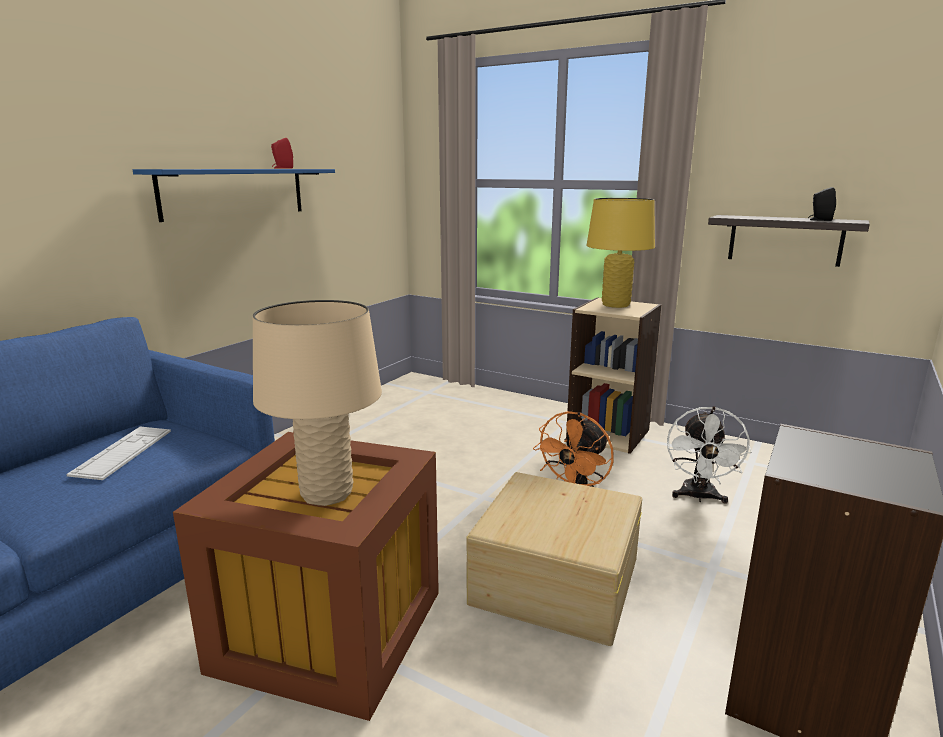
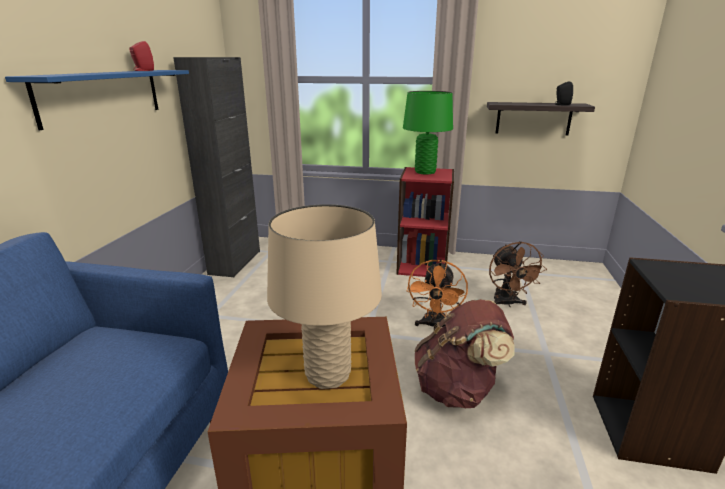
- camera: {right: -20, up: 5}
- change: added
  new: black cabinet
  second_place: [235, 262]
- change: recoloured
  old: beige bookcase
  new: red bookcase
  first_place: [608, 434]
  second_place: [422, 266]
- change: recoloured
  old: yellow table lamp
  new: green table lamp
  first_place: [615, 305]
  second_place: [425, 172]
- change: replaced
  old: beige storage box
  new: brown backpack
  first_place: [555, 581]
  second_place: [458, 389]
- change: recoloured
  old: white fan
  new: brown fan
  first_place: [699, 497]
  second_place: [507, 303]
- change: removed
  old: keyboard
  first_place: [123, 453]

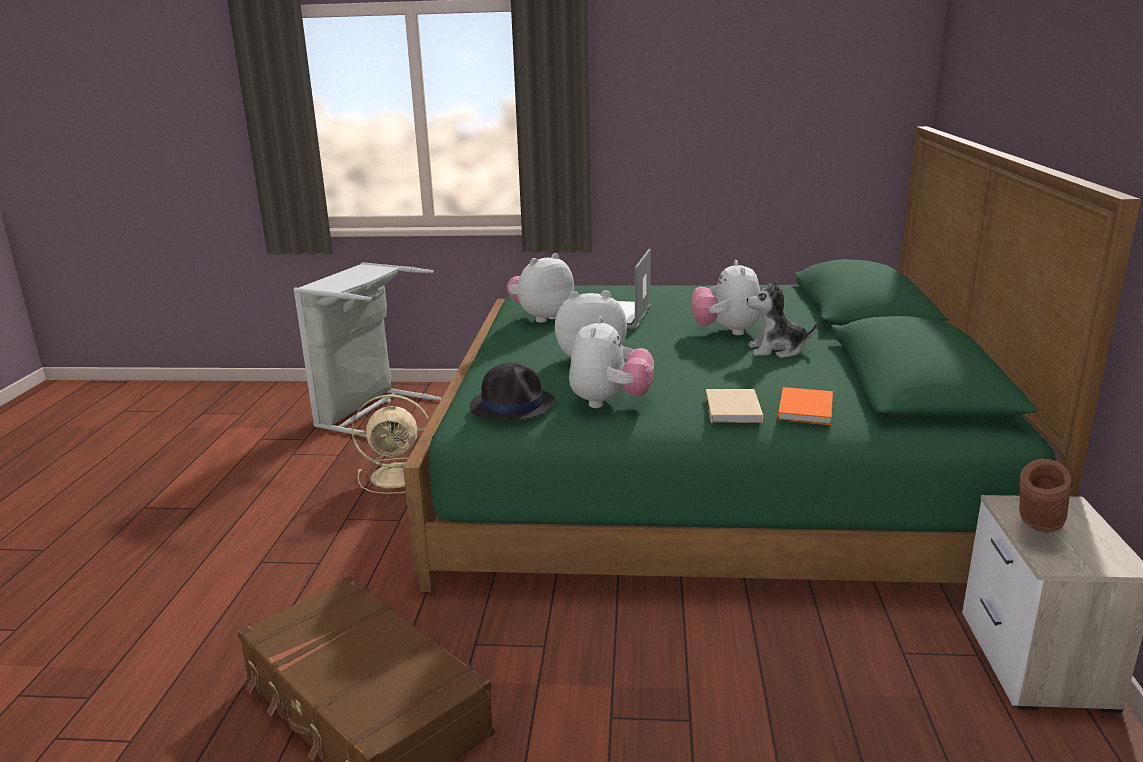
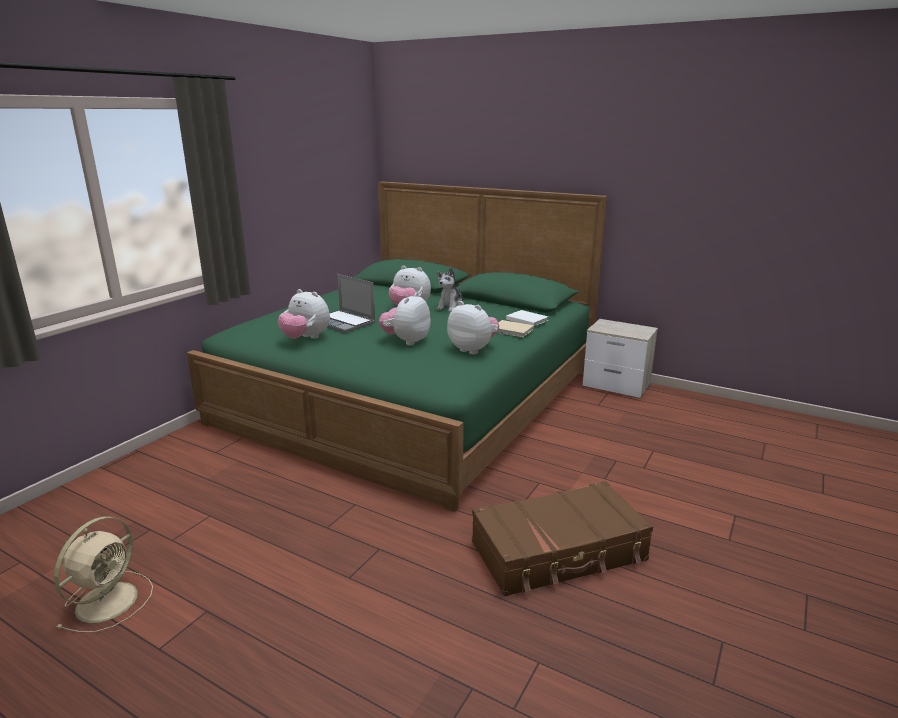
- camera: {right: -65, up: 0}
- change: moved
  old: beige fan
  first_place: [399, 476]
  second_place: [109, 600]
- change: turned
  old: plush toy
  first_place: [541, 317]
  second_place: [306, 338]
  degrees: -45
- change: recoloured
  old: orange book
  new: white book
  first_place: [806, 408]
  second_place: [526, 319]
- change: removed
  old: grey laundry basket
  first_place: [370, 412]
- change: removed
  old: black hat
  first_place: [513, 405]
- change: removed
  old: brown vase
  first_place: [1036, 533]

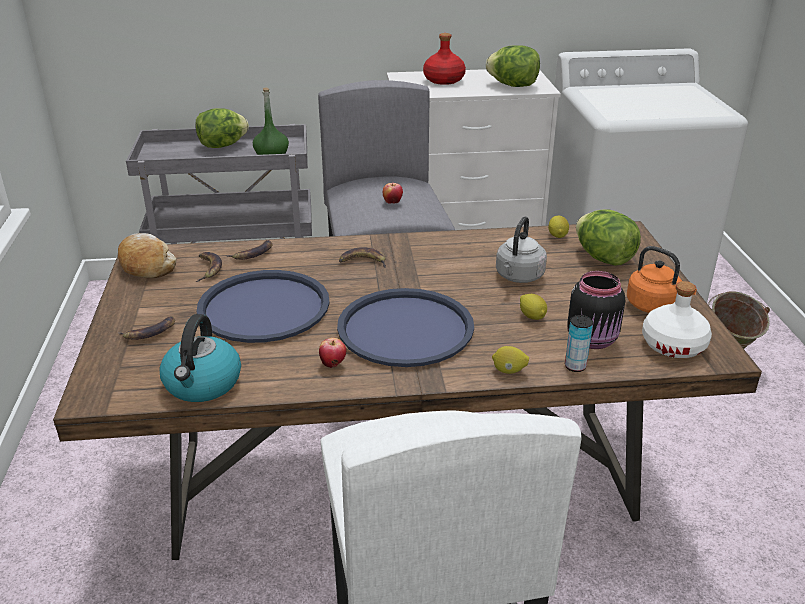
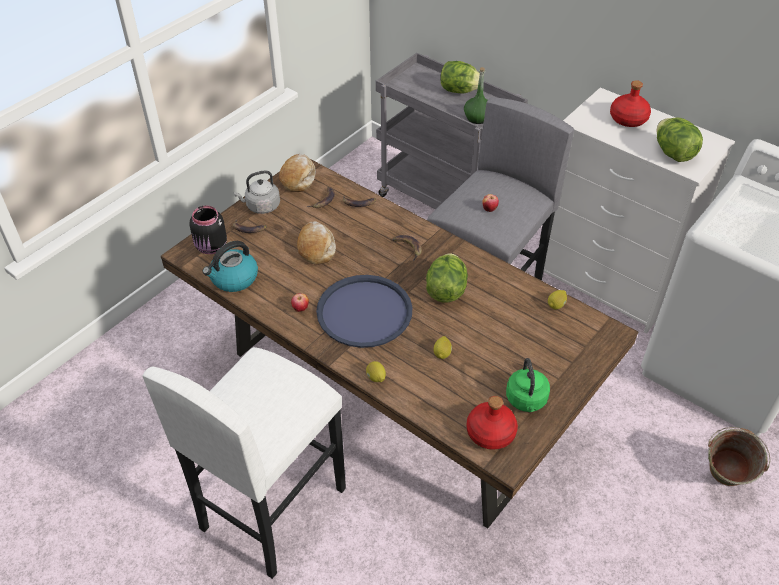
- camera: {right: 45, up: 15}
- change: moved
  old: black jar
  first_place: [593, 340]
  second_place: [211, 247]
- change: moved
  old: grey kettle
  first_place: [518, 277]
  second_place: [261, 206]
- change: replaced
  old: blue tray
  new: bread
  first_place: [264, 307]
  second_place: [316, 248]
- change: moved
  old: lettuce
  first_place: [603, 258]
  second_place: [446, 290]
- change: recoloured
  old: white bottle
  new: red bottle
  first_place: [673, 345]
  second_place: [491, 432]
- change: recoloured
  old: orange kettle
  new: green kettle
  first_place: [655, 306]
  second_place: [526, 401]
- change: removed
  old: can
  first_place: [575, 366]

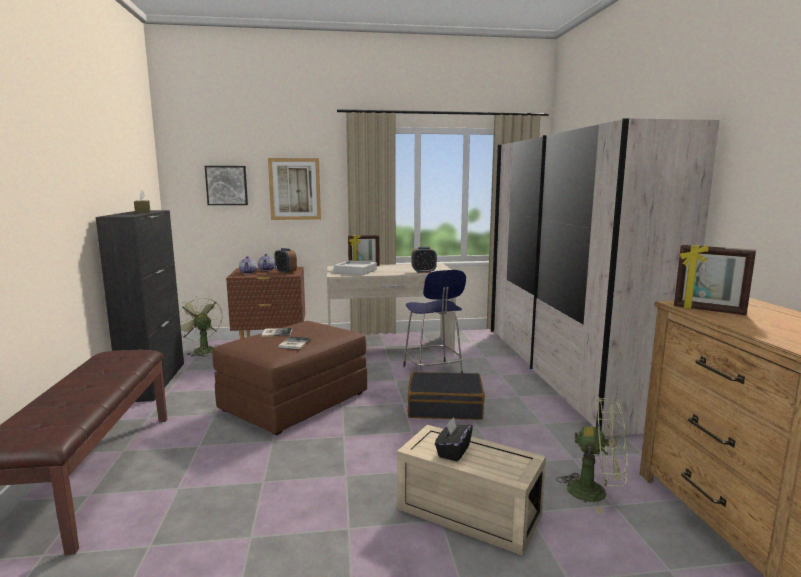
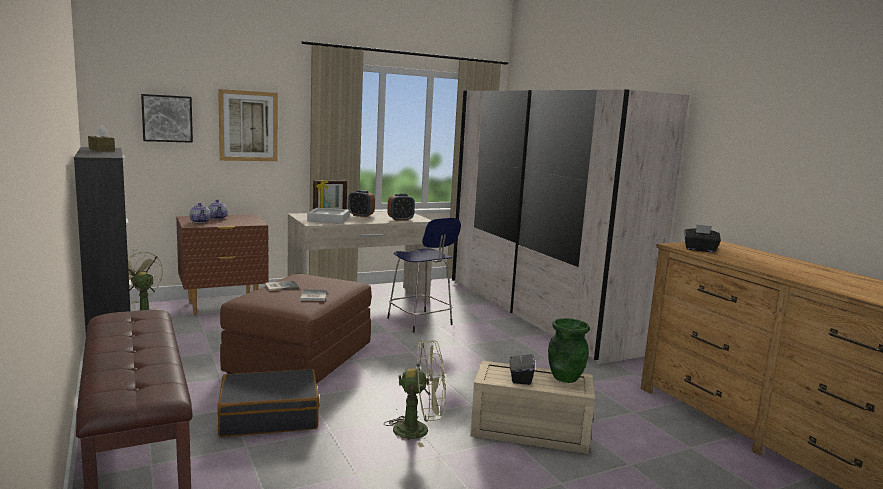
- camera: {right: -20, up: 0}
- change: moved
  old: black suitcase
  first_place: [445, 407]
  second_place: [269, 416]
- change: moved
  old: alarm clock
  first_place: [286, 272]
  second_place: [361, 215]
- change: moved
  old: green fan
  first_place: [596, 492]
  second_place: [419, 430]
- change: added
  new: green vase
  second_place: [565, 377]
- change: replaced
  old: picture frame
  new: black tissue box
  first_place: [709, 310]
  second_place: [700, 250]

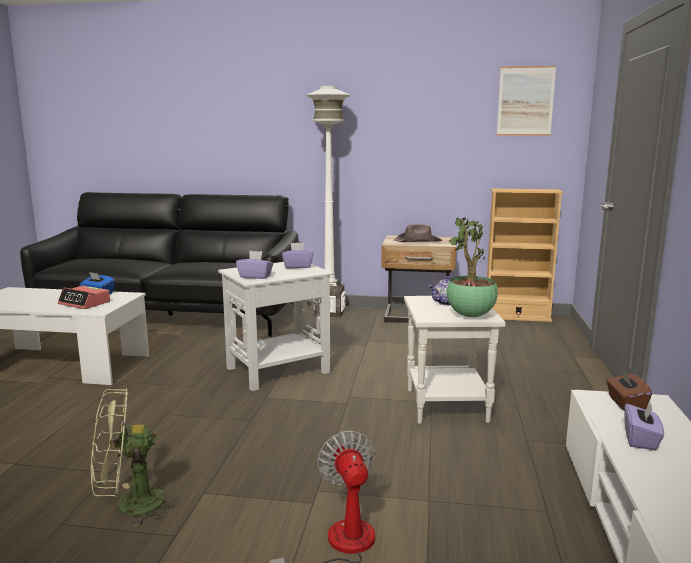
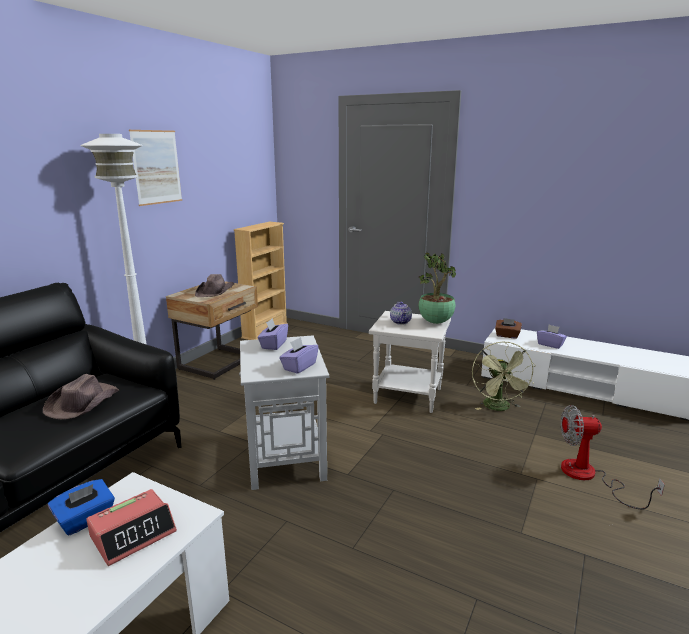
- camera: {right: -70, up: 5}
- change: added
  new: brown hat
  second_place: [82, 403]
- change: moved
  old: picture
  first_place: [525, 101]
  second_place: [156, 167]
- change: moved
  old: green fan
  first_place: [130, 506]
  second_place: [499, 408]

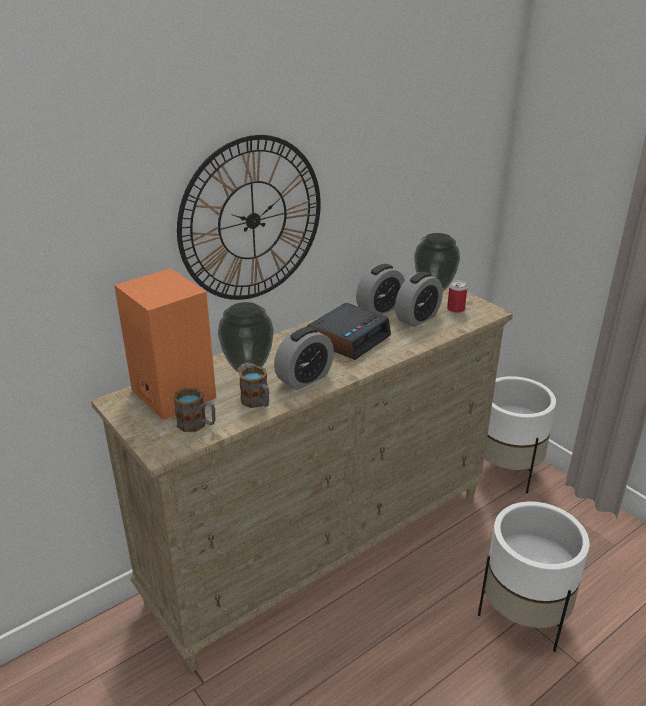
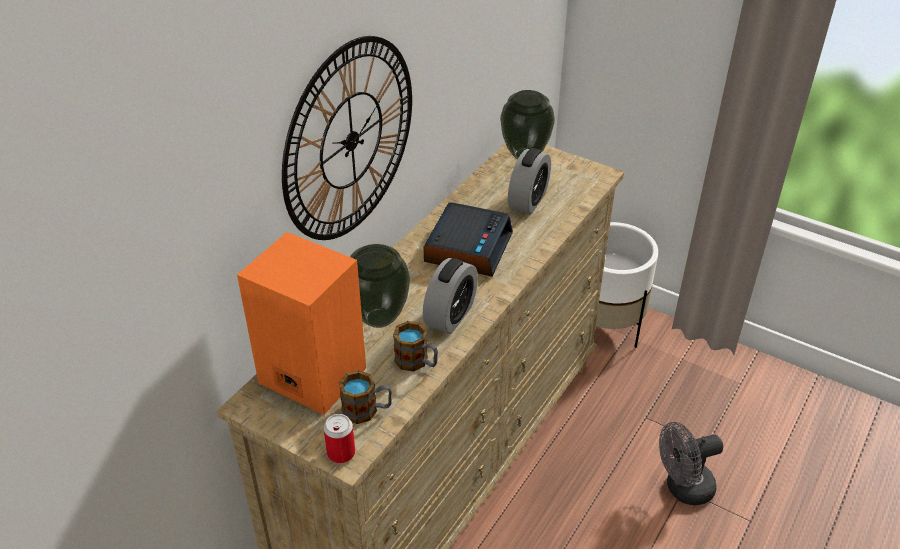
- camera: {right: -20, up: 10}
- change: moved
  old: can
  first_place: [455, 309]
  second_place: [341, 453]
- change: replaced
  old: white planter
  new: grey fan
  first_place: [523, 616]
  second_place: [683, 489]
- change: removed
  old: alarm clock
  first_place: [380, 309]

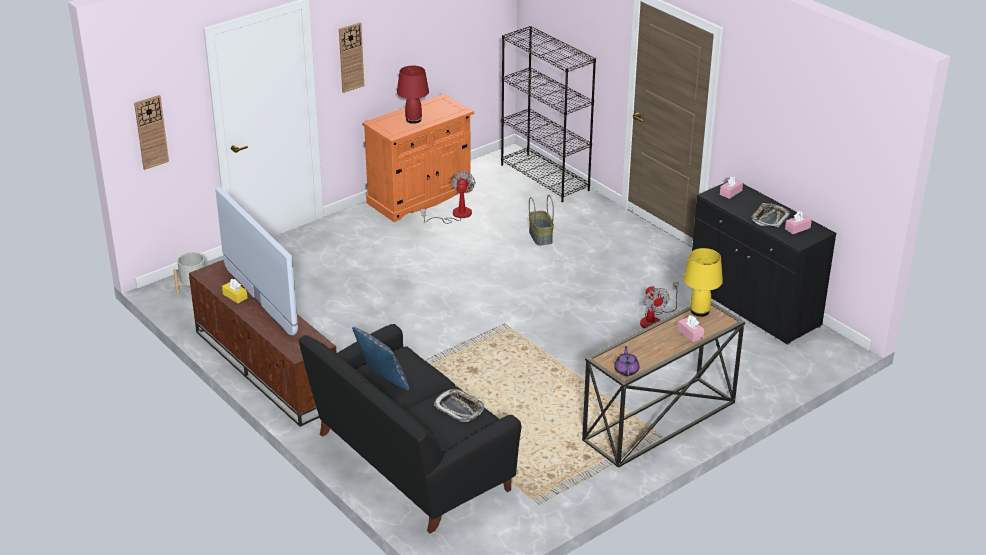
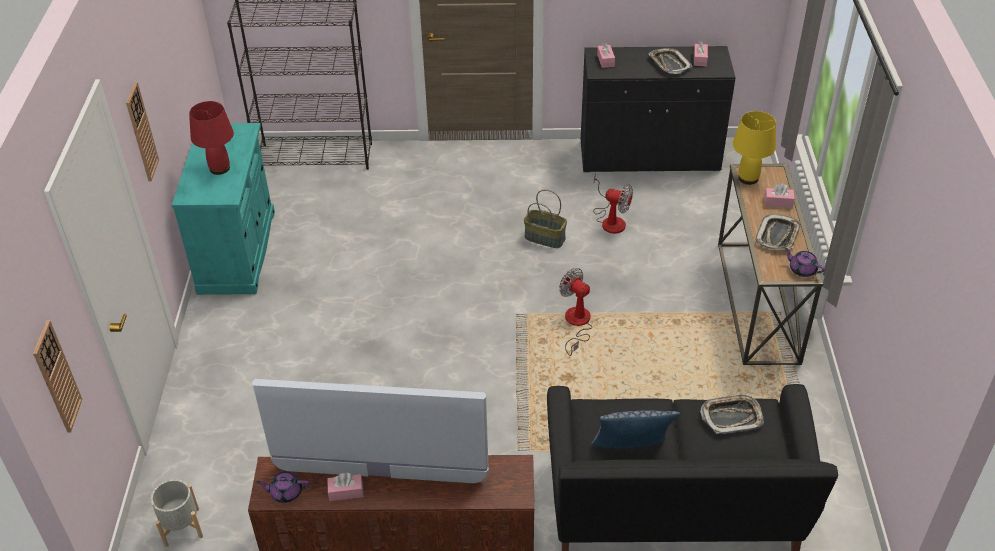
- camera: {right: -50, up: 10}
- change: recoloured
  old: orange cabinet
  new: turquoise cabinet
  first_place: [420, 197]
  second_place: [237, 251]
- change: added
  new: purple teapot
  second_place: [285, 492]
- change: recoloured
  old: yellow tissue box
  new: pink tissue box
  first_place: [235, 296]
  second_place: [346, 492]
- change: moved
  old: basket
  first_place: [541, 236]
  second_place: [545, 237]
- change: moved
  old: fan
  first_place: [455, 215]
  second_place: [576, 324]
- change: added
  new: tray
  second_place: [777, 236]

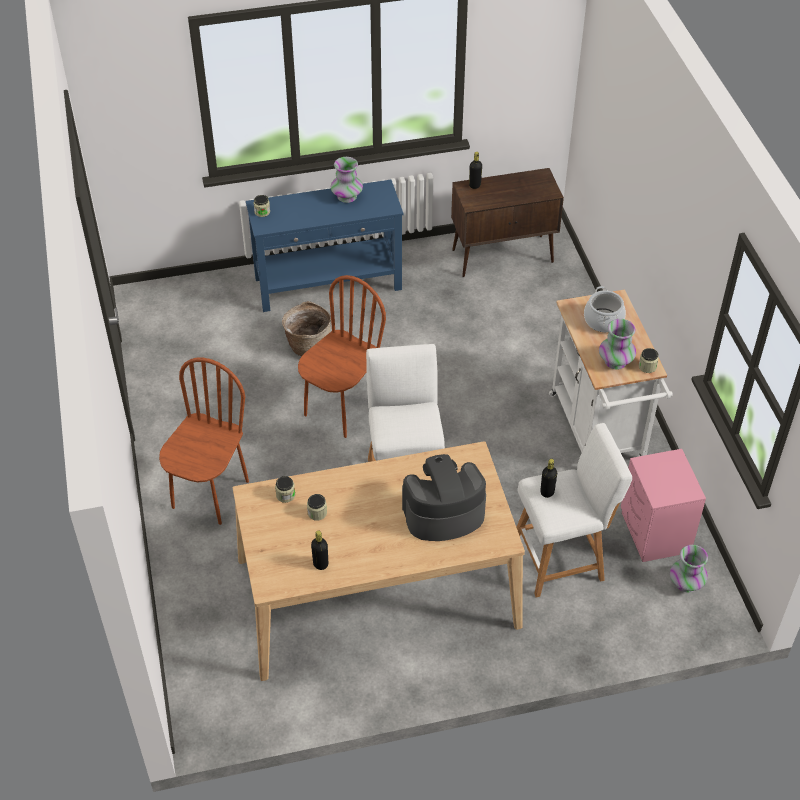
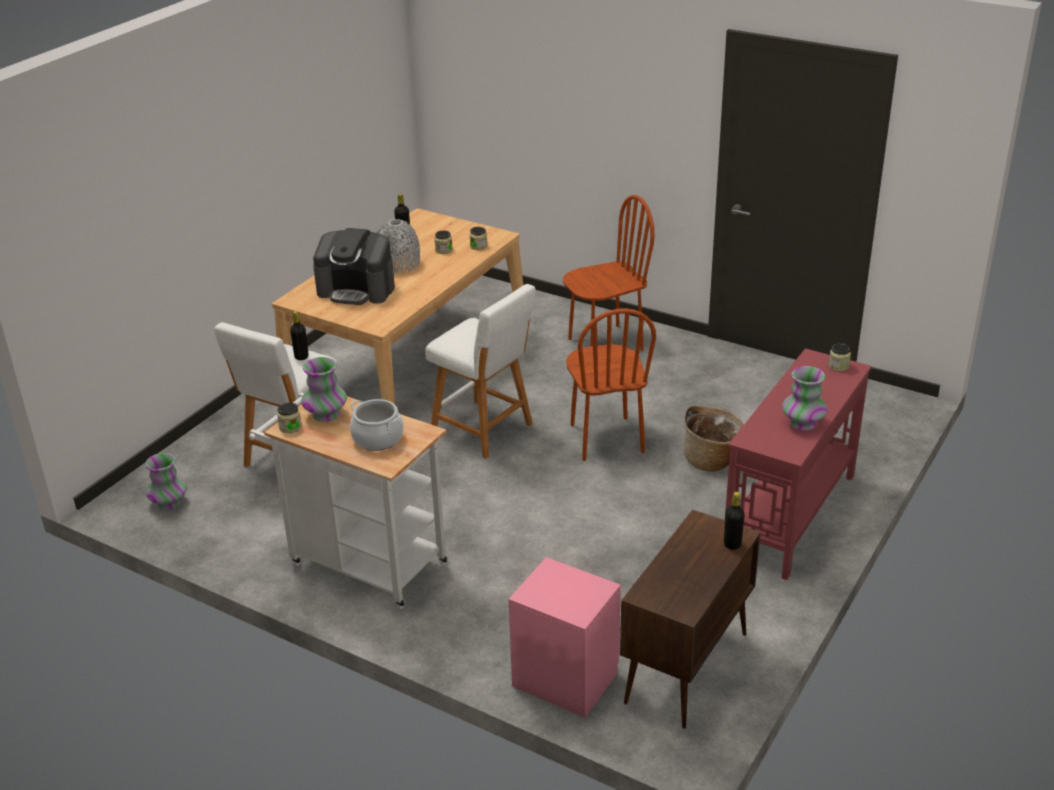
- camera: {right: 135, up: -15}
- change: turned
  old: coffee machine
  first_place: [443, 514]
  second_place: [357, 290]
  degrees: 75
- change: added
  new: grey vase
  second_place: [399, 264]
- change: moved
  old: pink nightstand
  first_place: [654, 533]
  second_place: [564, 677]
- change: turned
  old: brown chair
  first_place: [210, 494]
  second_place: [605, 344]
  degrees: -90
- change: recoloured
  old: blue console table
  new: red console table
  first_place: [329, 284]
  second_place: [789, 515]

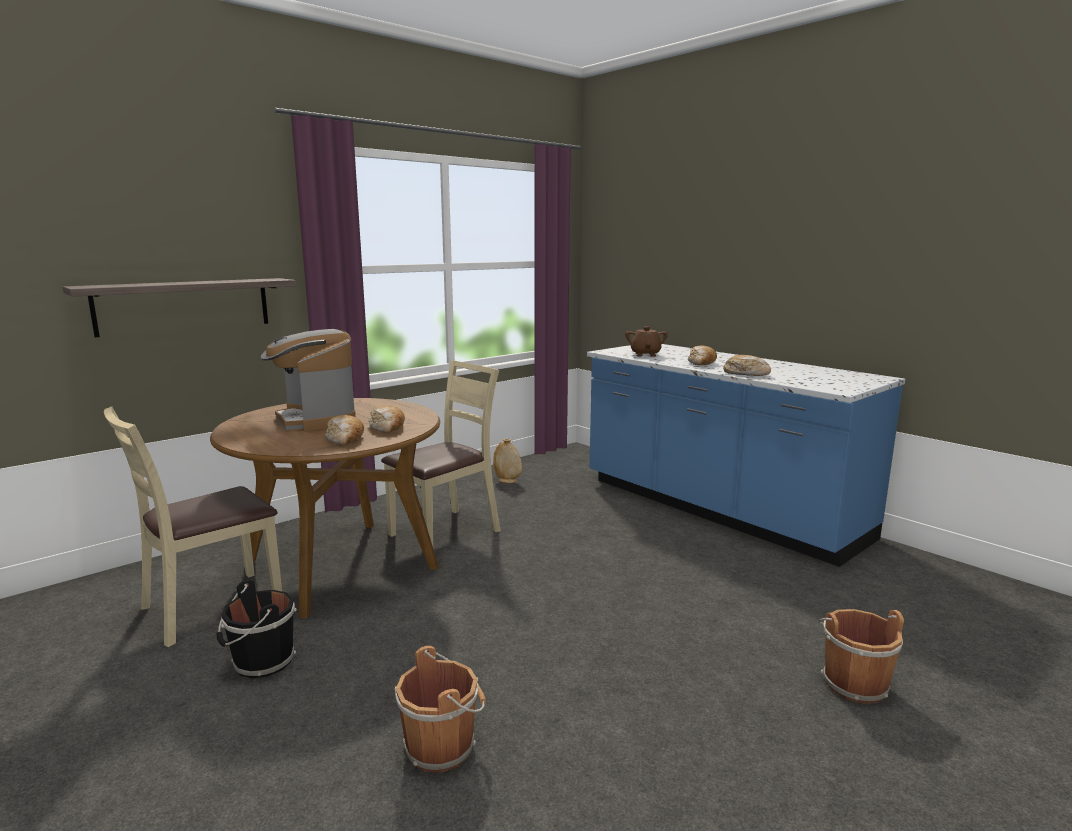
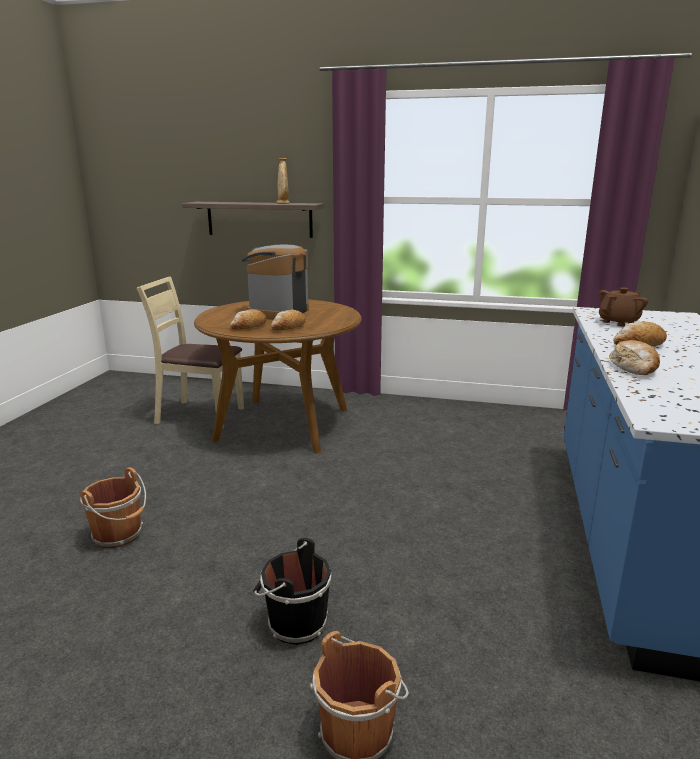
- camera: {right: 55, up: 5}
- change: moved
  old: black bucket
  first_place: [261, 662]
  second_place: [294, 623]
- change: moved
  old: beige vase
  first_place: [507, 481]
  second_place: [283, 203]
- change: removed
  old: beige chair
  first_place: [445, 532]

